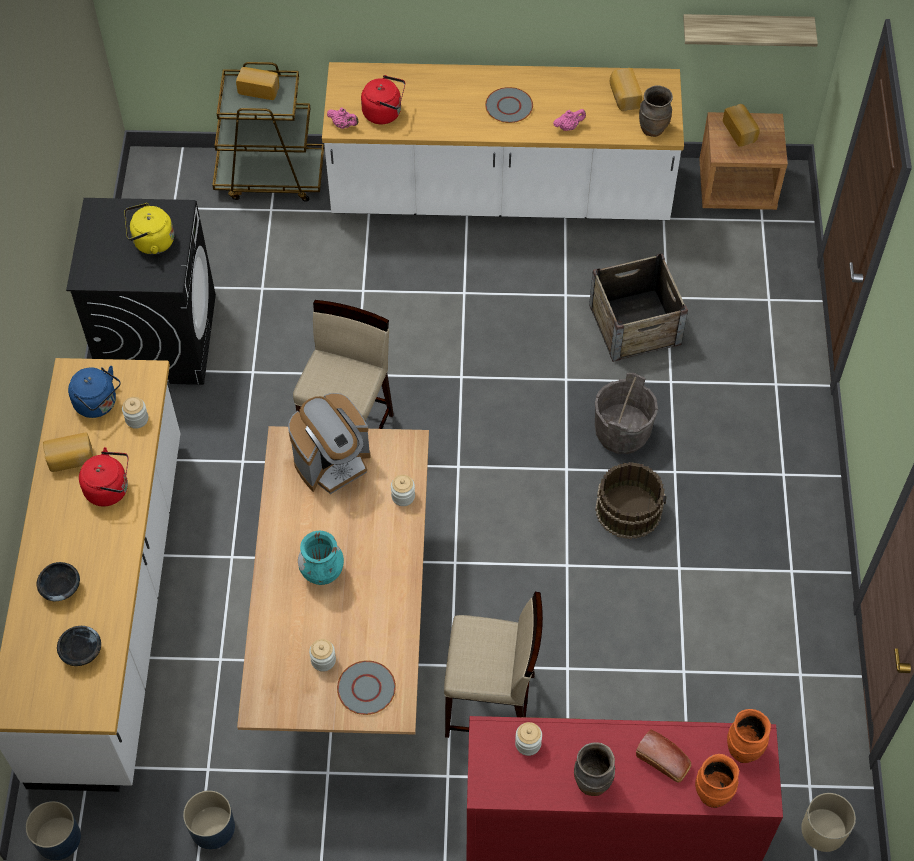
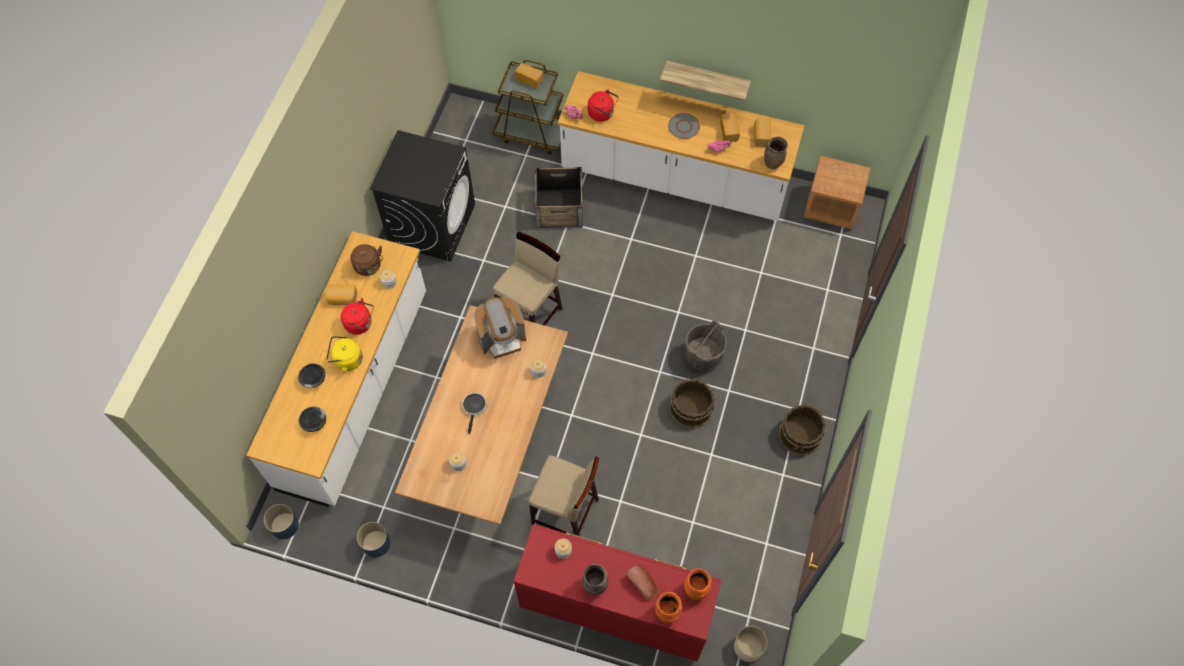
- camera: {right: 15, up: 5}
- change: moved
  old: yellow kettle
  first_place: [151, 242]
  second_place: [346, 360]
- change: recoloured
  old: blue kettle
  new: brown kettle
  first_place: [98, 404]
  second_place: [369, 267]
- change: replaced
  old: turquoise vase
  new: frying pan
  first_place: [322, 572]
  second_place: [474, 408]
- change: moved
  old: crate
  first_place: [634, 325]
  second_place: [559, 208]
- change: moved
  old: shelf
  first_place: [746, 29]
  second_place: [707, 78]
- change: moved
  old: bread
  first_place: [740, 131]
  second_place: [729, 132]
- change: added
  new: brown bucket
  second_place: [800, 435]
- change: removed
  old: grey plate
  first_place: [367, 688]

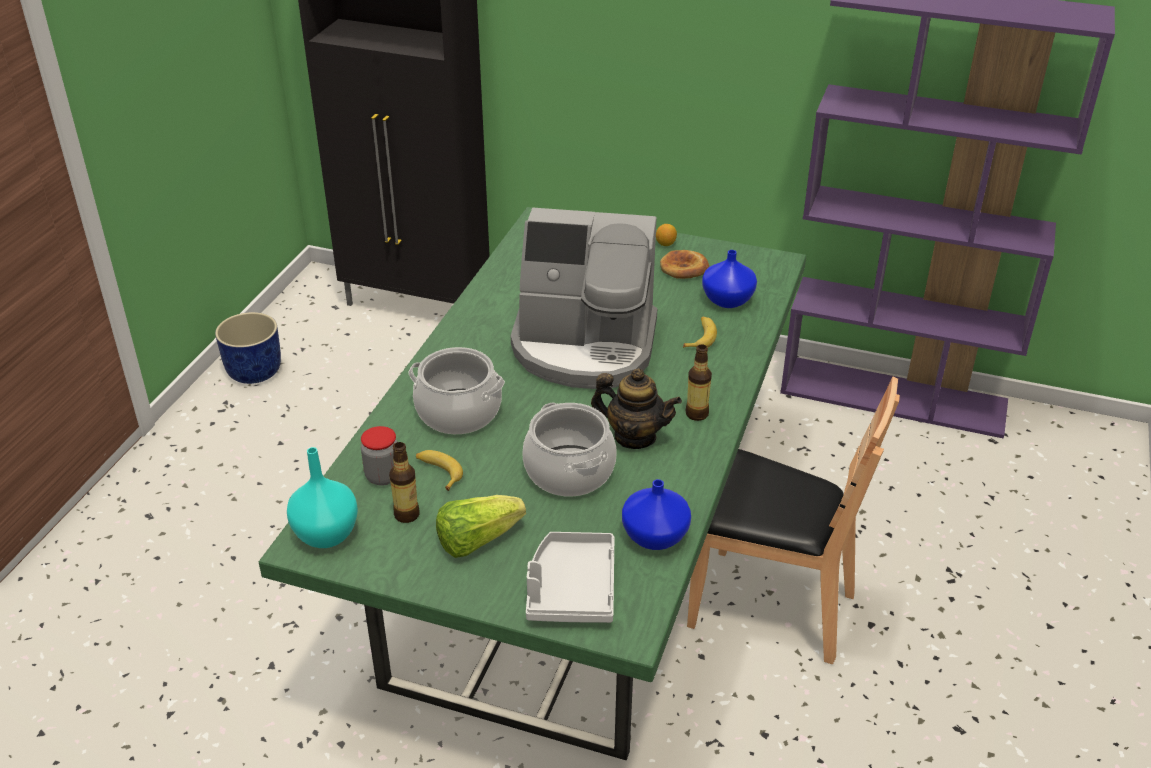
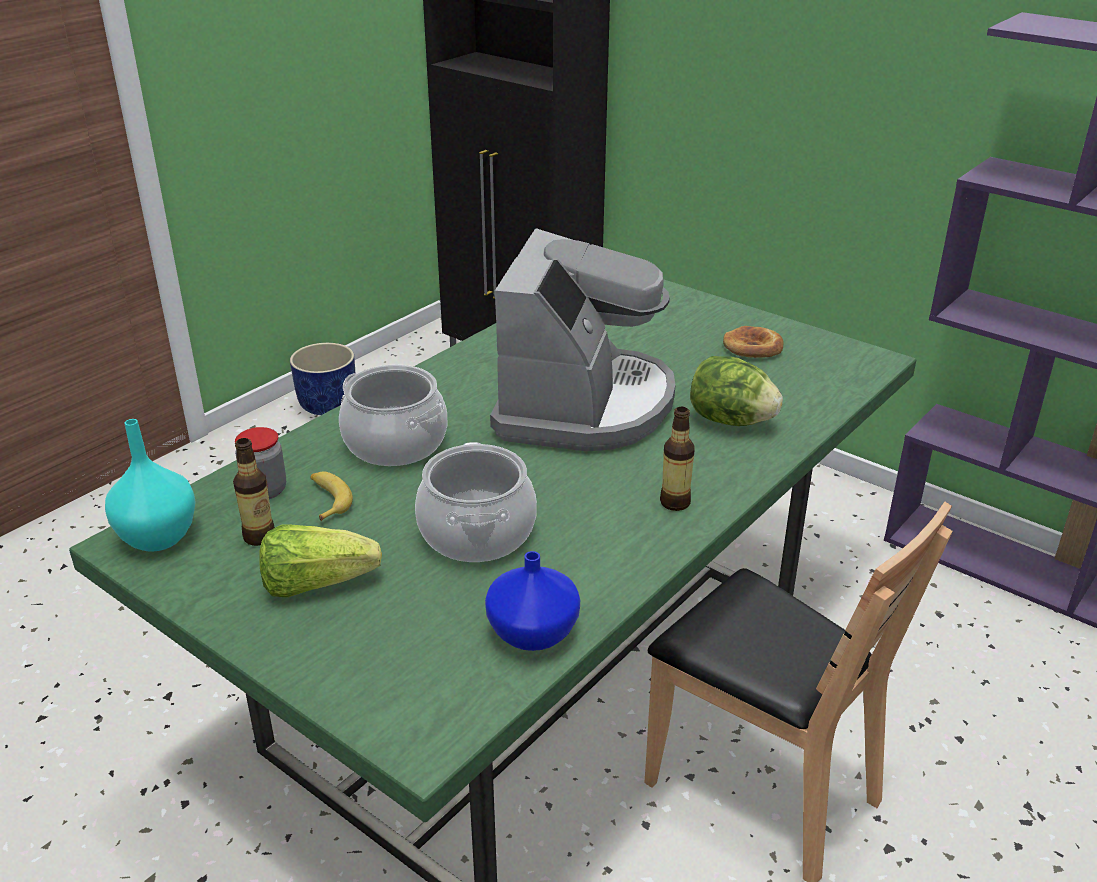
- camera: {right: 20, up: -5}
- change: turned
  old: coffee machine
  first_place: [585, 347]
  second_place: [584, 405]
  degrees: -105
- change: replaced
  old: banana
  new: lettuce
  first_place: [700, 337]
  second_place: [730, 420]
- change: removed
  old: grey tray
  first_place: [571, 589]
- change: removed
  old: teapot
  first_place: [634, 436]
- change: removed
  old: lemon
  first_place: [665, 244]
- change: removed
  old: blue vase
  first_place: [729, 300]

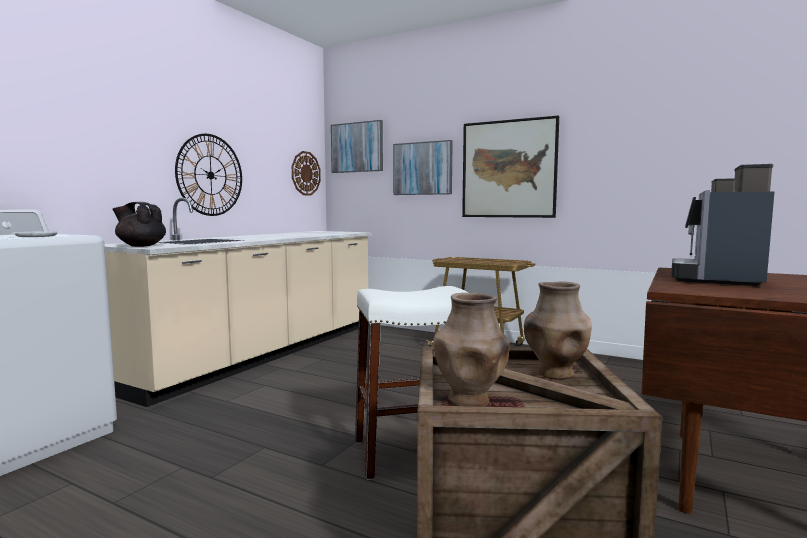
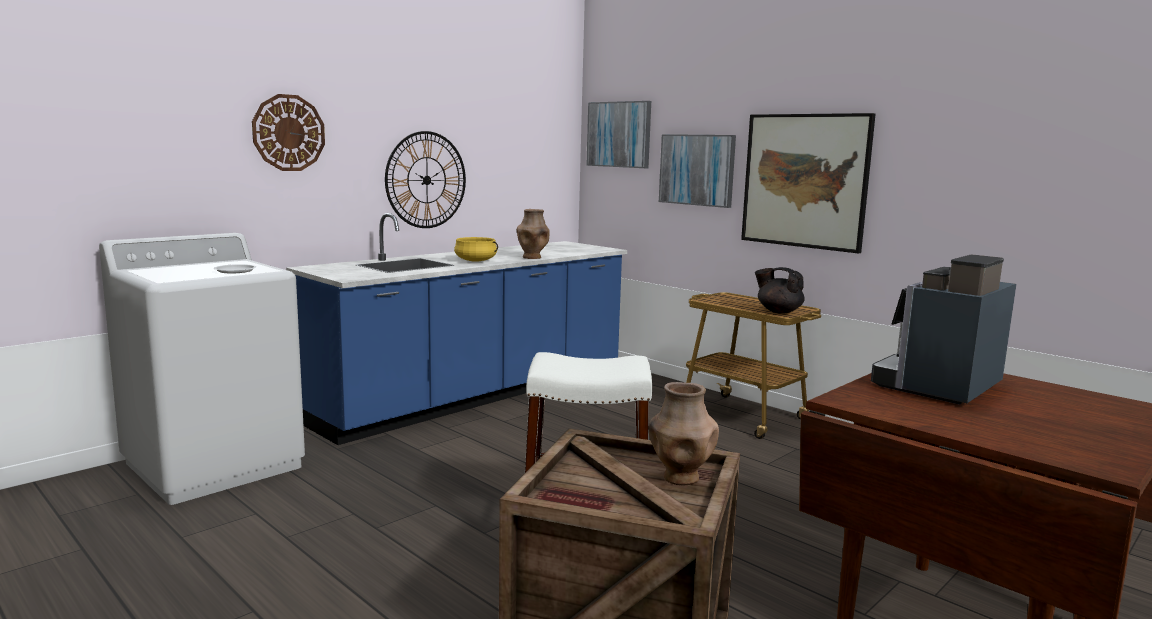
- camera: {right: 15, up: 5}
- change: moved
  old: wall clock
  first_place: [305, 173]
  second_place: [288, 133]
- change: recoloured
  old: beige counter
  new: blue counter
  first_place: [262, 354]
  second_place: [476, 395]
- change: added
  new: yellow cooking pot
  second_place: [476, 261]
- change: moved
  old: brown vase
  first_place: [470, 401]
  second_place: [532, 257]
- change: moved
  old: black teapot
  first_place: [141, 246]
  second_place: [778, 311]

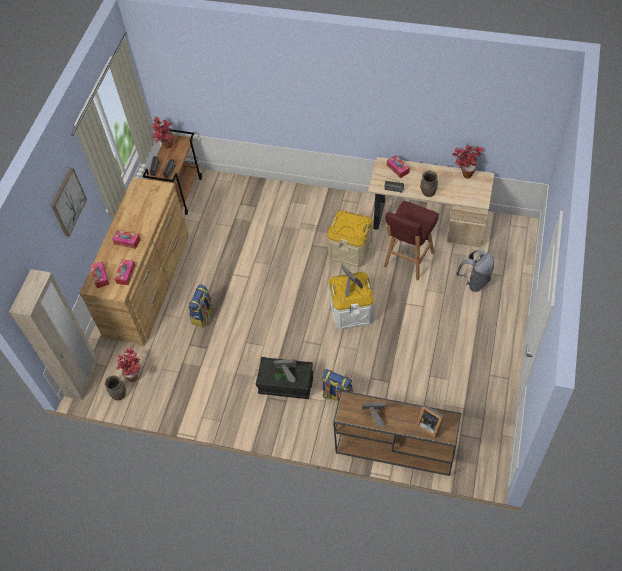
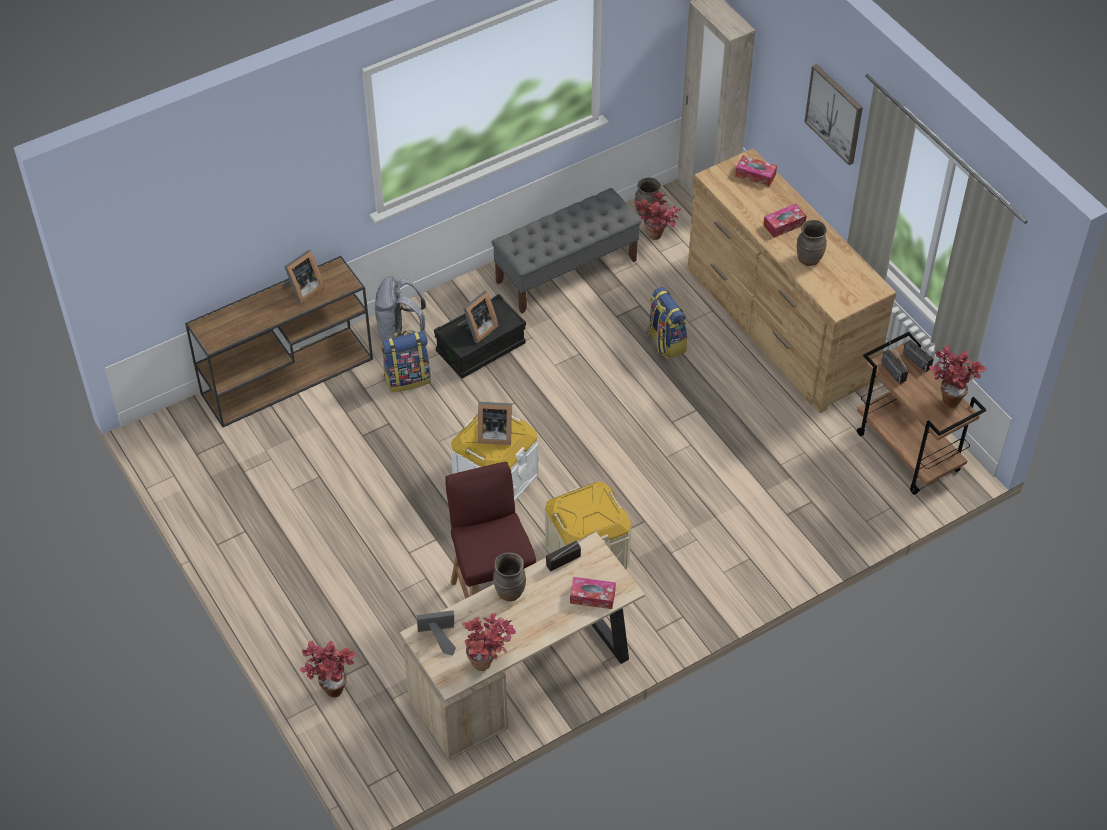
- camera: {right: 130, up: -5}
- change: added
  new: potted plant
  second_place: [330, 686]
- change: moved
  old: grey backpack
  first_place: [475, 281]
  second_place: [400, 333]
- change: moved
  old: picture frame
  first_place: [429, 425]
  second_place: [438, 638]
- change: added
  new: grey bench
  second_place: [566, 271]
- change: added
  new: brown vase
  second_place: [809, 259]
- change: removed
  old: tissue box
  first_place: [126, 274]

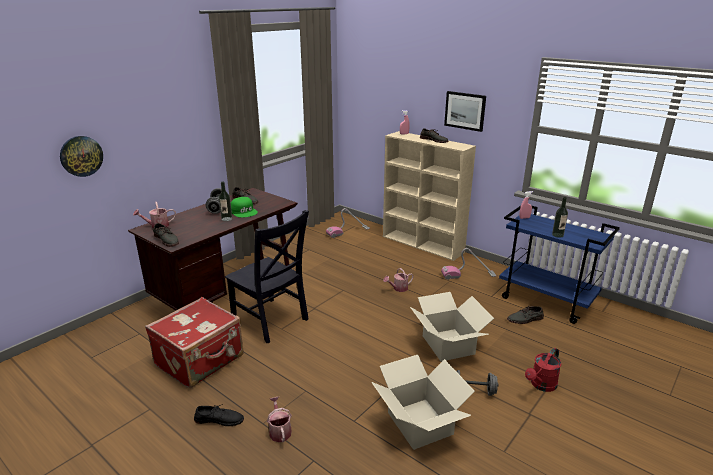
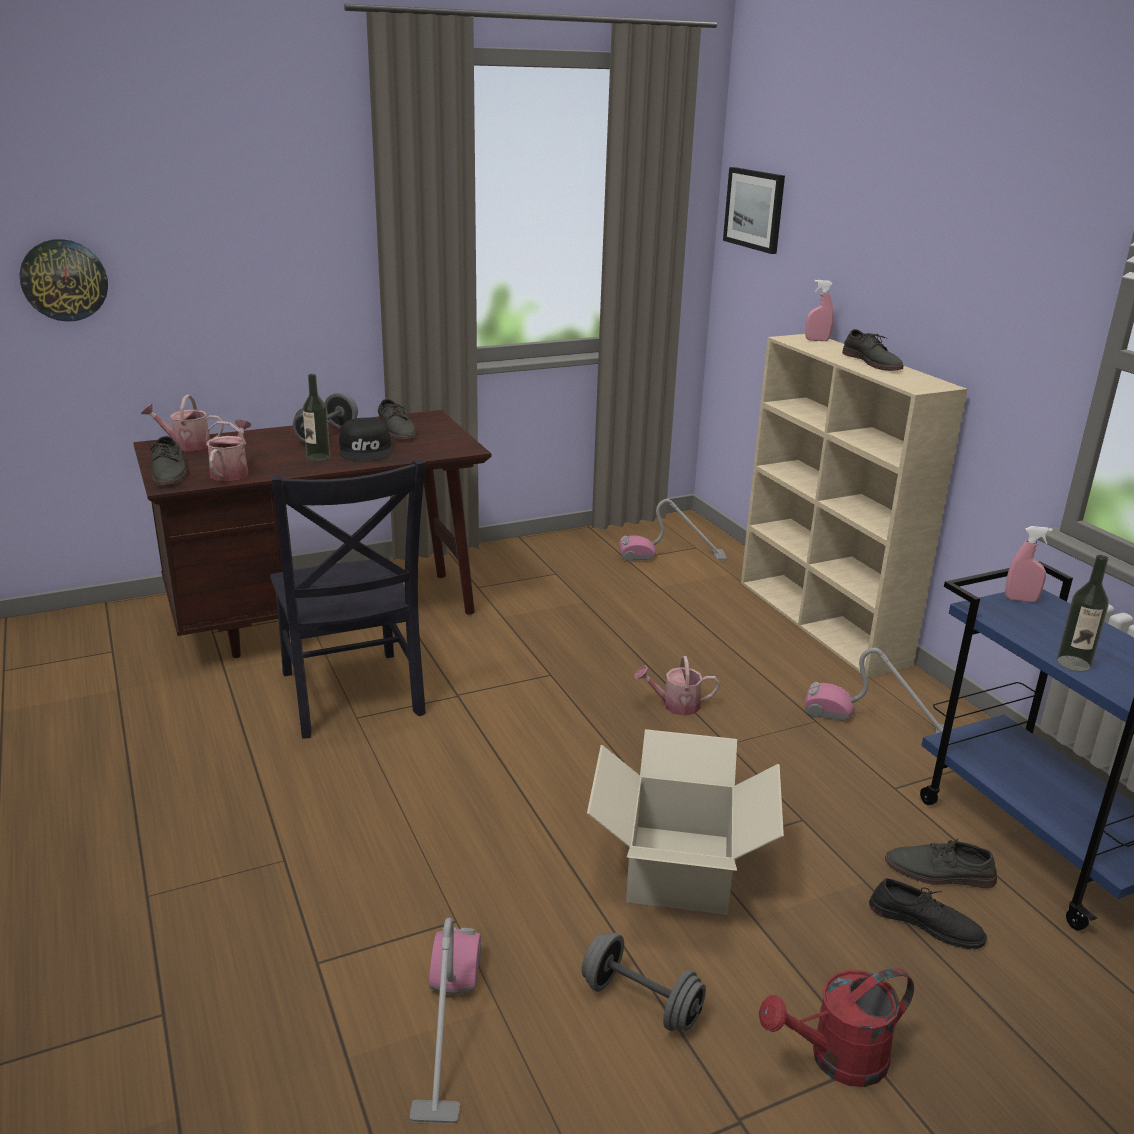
- camera: {right: 25, up: 0}
- change: moved
  old: watering can
  first_place: [279, 430]
  second_place: [232, 472]
- change: recoloured
  old: green cap
  new: black cap
  first_place: [244, 211]
  second_place: [367, 450]
- change: replaced
  old: cardboard box
  new: vacuum cleaner
  first_place: [419, 423]
  second_place: [447, 1027]
- change: moved
  old: picture
  first_place: [465, 110]
  second_place: [755, 209]
- change: moved
  old: black shoe
  first_place: [219, 419]
  second_place: [926, 922]
- change: removed
  old: red suitcase
  first_place: [201, 361]

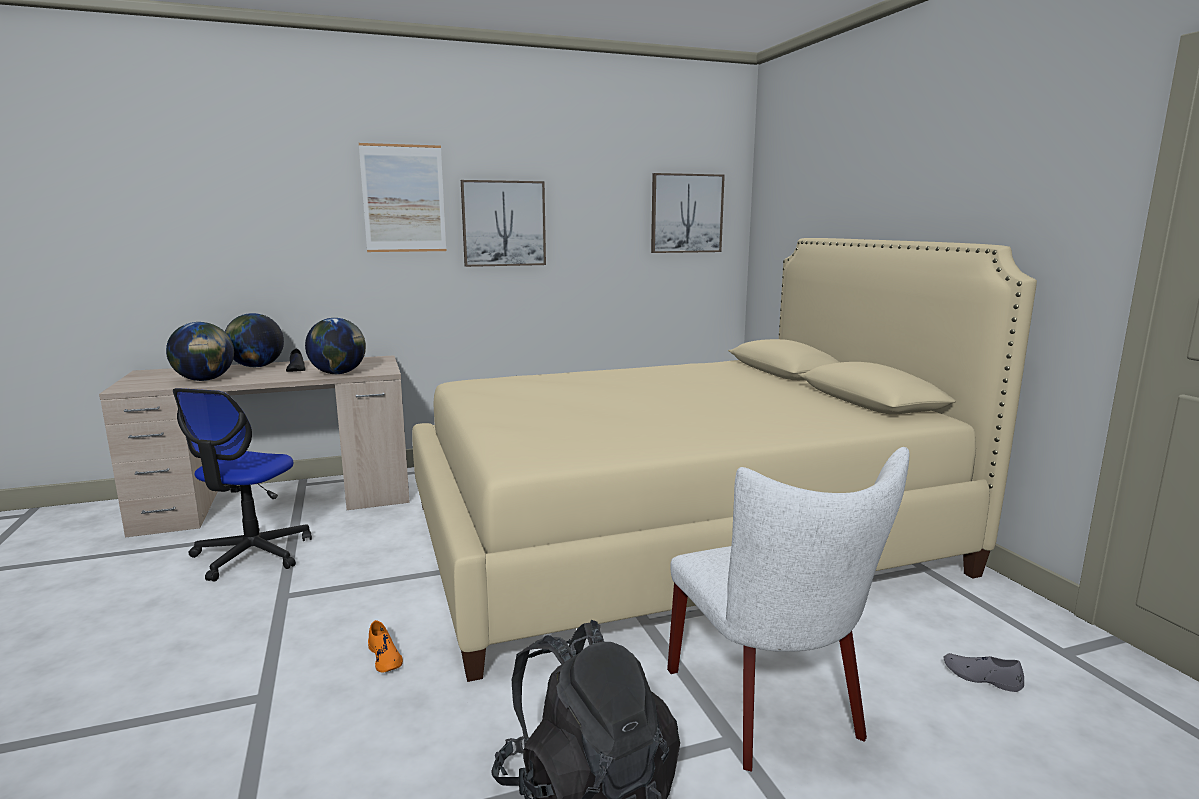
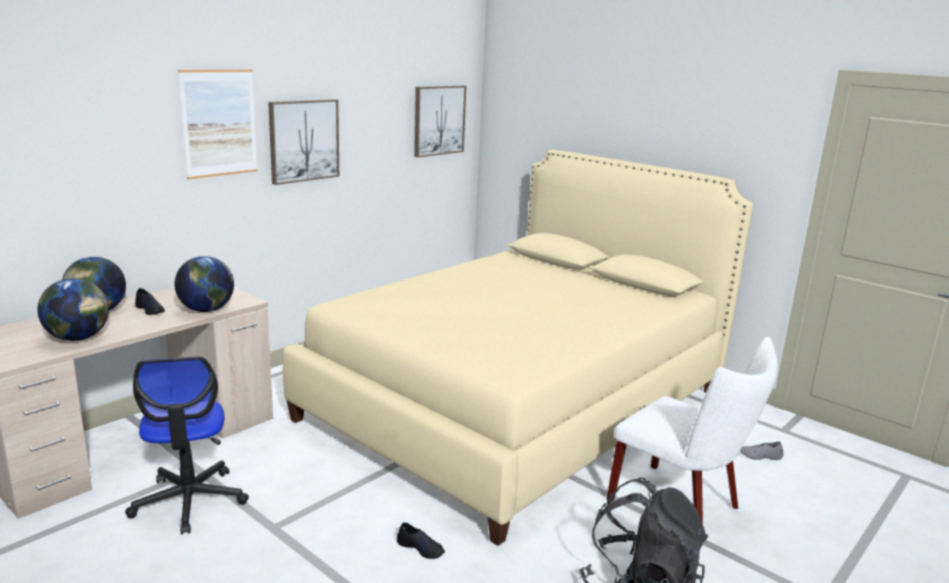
- camera: {right: -30, up: 5}
- change: recoloured
  old: orange shoe
  new: black shoe
  first_place: [385, 657]
  second_place: [421, 548]

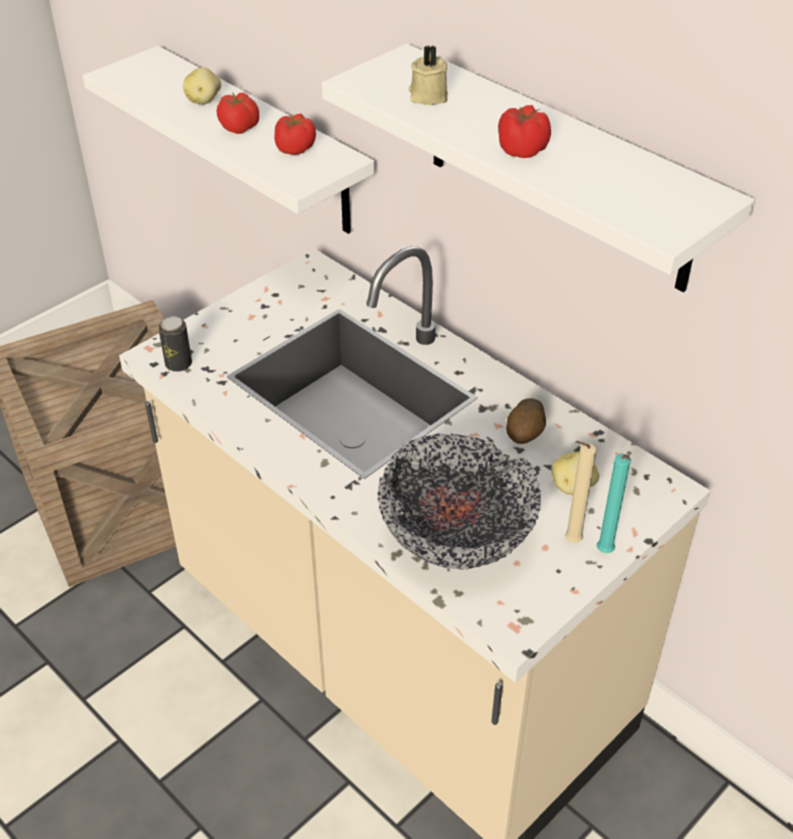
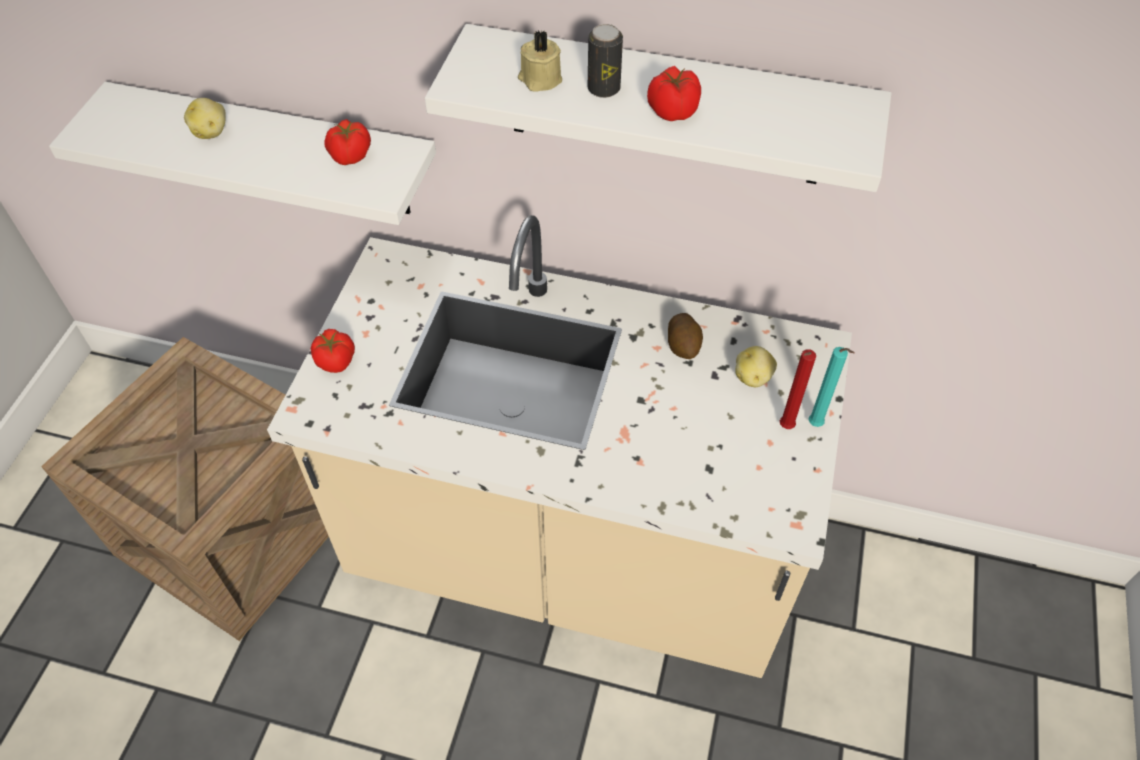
- camera: {right: -30, up: 10}
- change: moved
  old: tomato
  first_place: [240, 128]
  second_place: [336, 361]
- change: moved
  old: can
  first_place: [178, 364]
  second_place: [603, 89]
- change: recoloured
  old: beige candle
  new: red candle
  first_place: [570, 541]
  second_place: [784, 428]
- change: removed
  old: bowl
  first_place: [457, 538]

